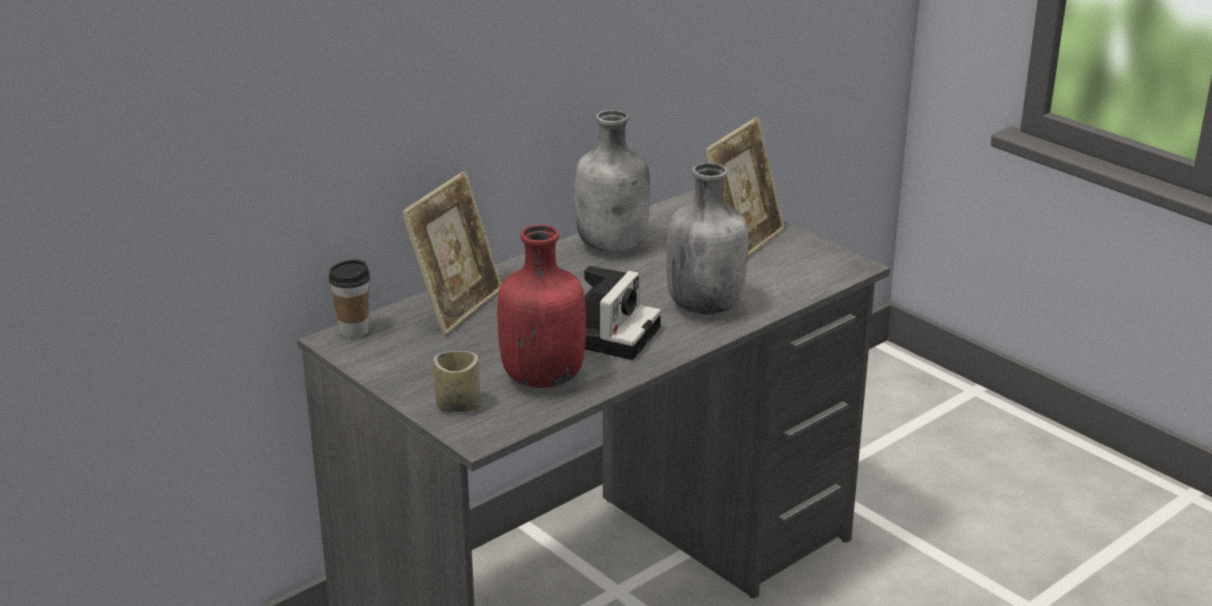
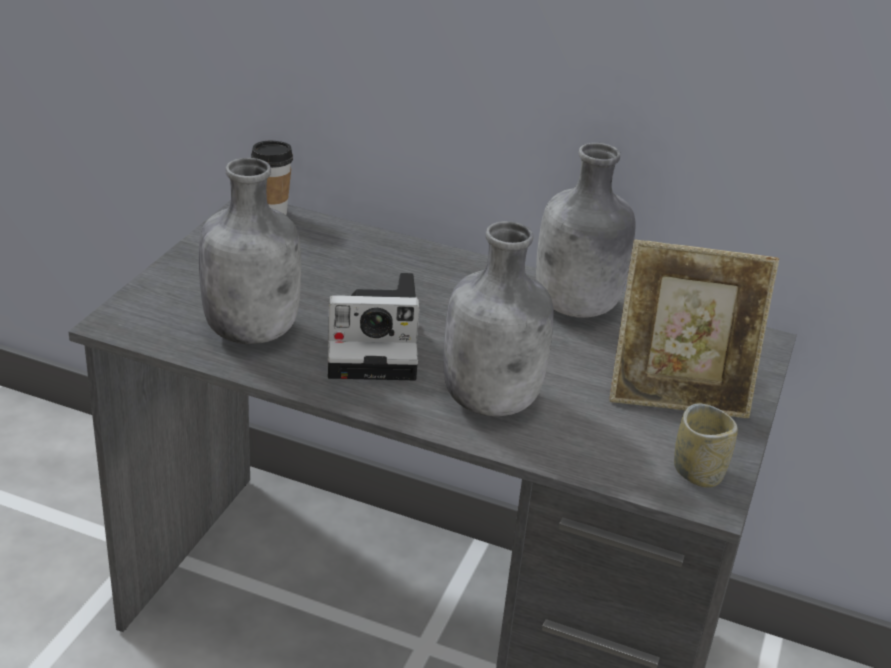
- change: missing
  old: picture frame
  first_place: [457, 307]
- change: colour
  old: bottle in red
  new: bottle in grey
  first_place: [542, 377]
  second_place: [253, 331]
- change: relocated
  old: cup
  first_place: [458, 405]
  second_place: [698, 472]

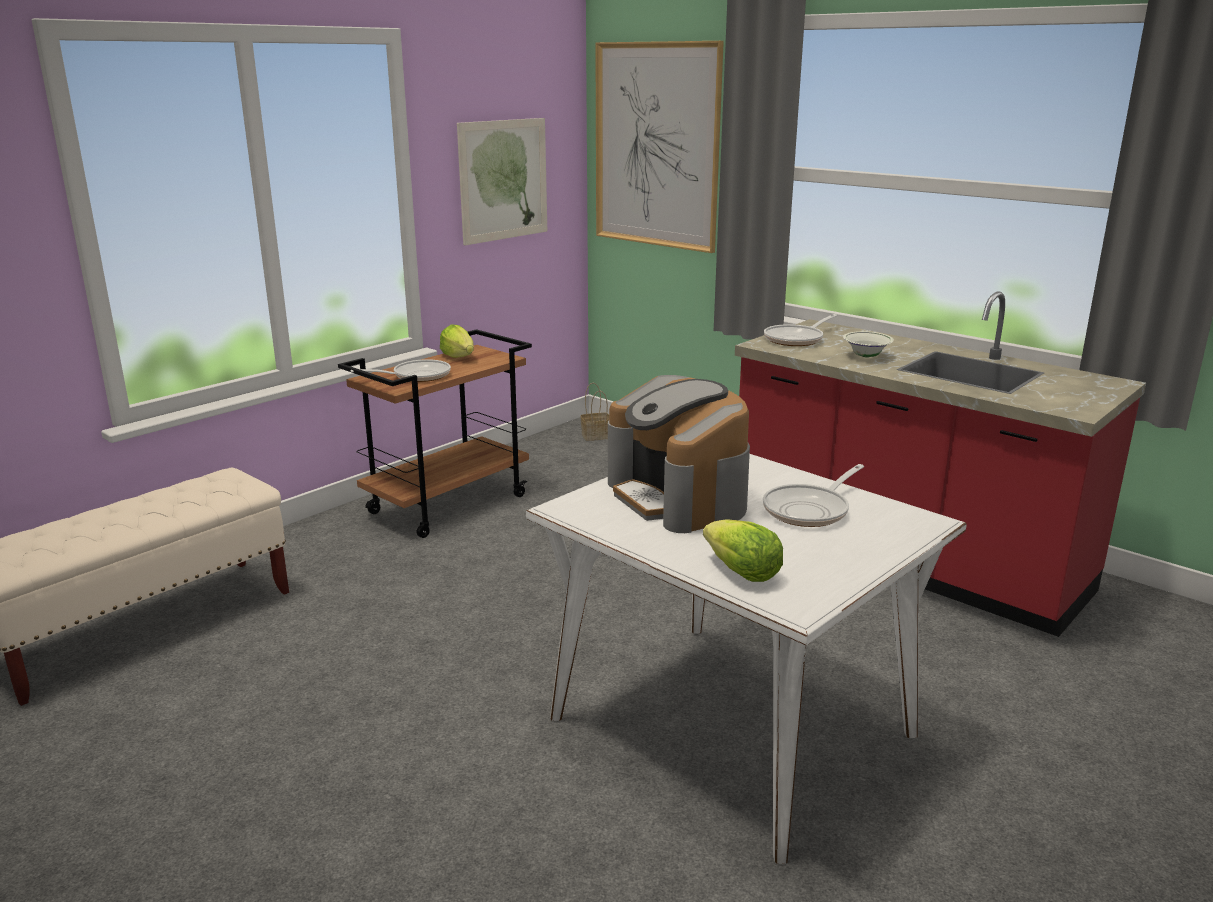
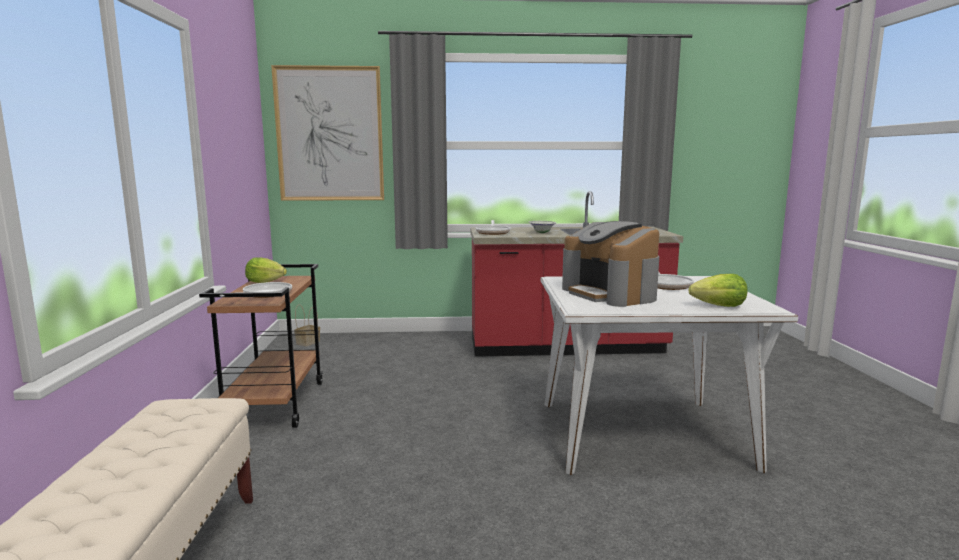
- change: missing
  old: picture
  first_place: [503, 180]
- change: spun
  old: coffee machine
  first_place: [679, 497]
  second_place: [610, 294]
  degrees: 45

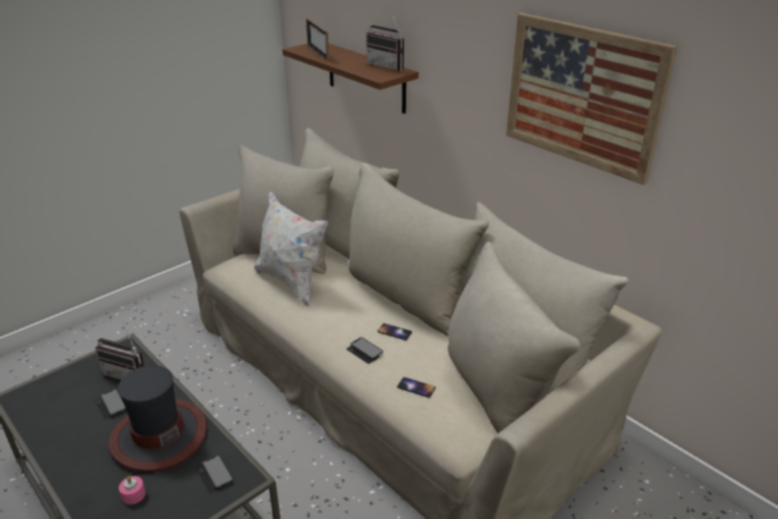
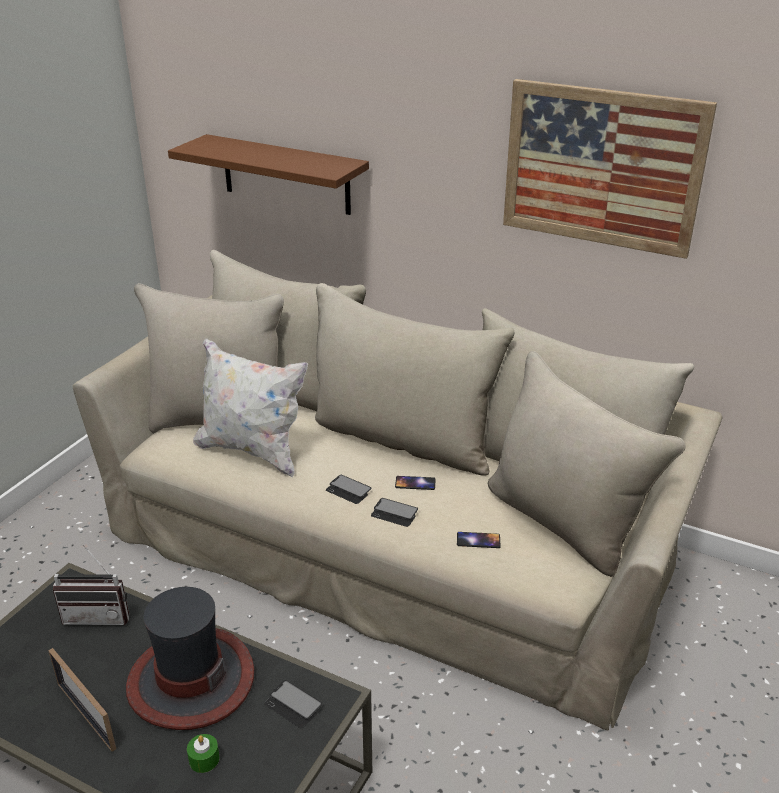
- change: missing
  old: radio
  first_place: [388, 66]
- change: relocated
  old: picture frame
  first_place: [318, 53]
  second_place: [86, 715]
- change: relocated
  old: phone
  first_place: [111, 405]
  second_place: [348, 490]
- change: colour
  old: candle in pink
  new: candle in green
  first_place: [133, 495]
  second_place: [204, 759]

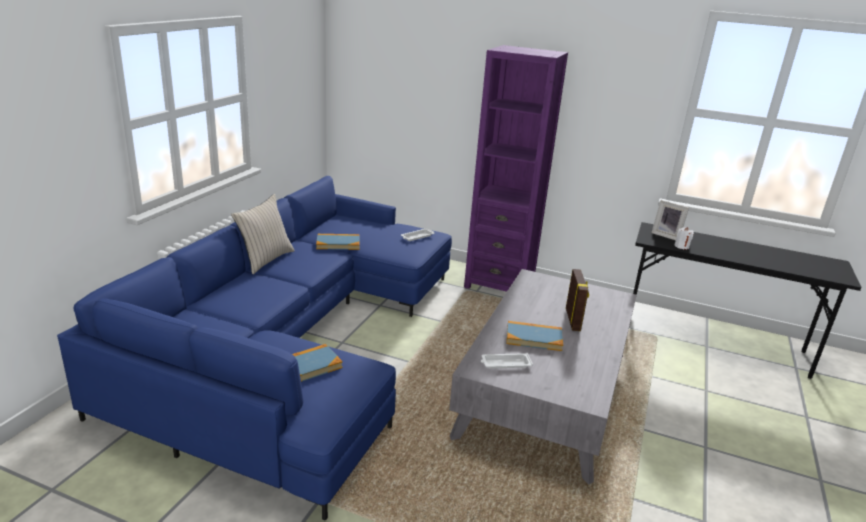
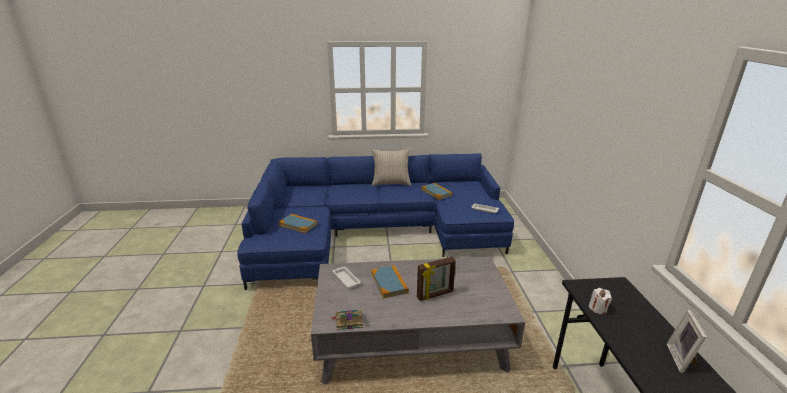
- change: missing
  old: bookcase in purple
  first_place: [499, 284]
- change: relocated
  old: picture frame
  first_place: [667, 235]
  second_place: [682, 359]
- change: appeared
  new: book
  second_place: [348, 321]

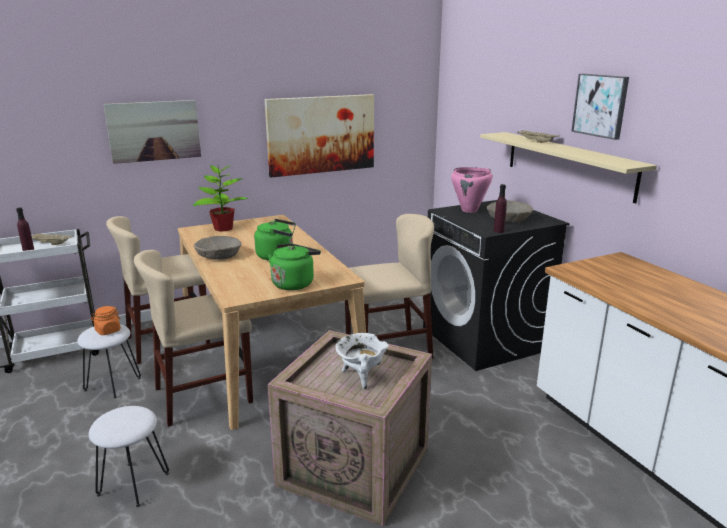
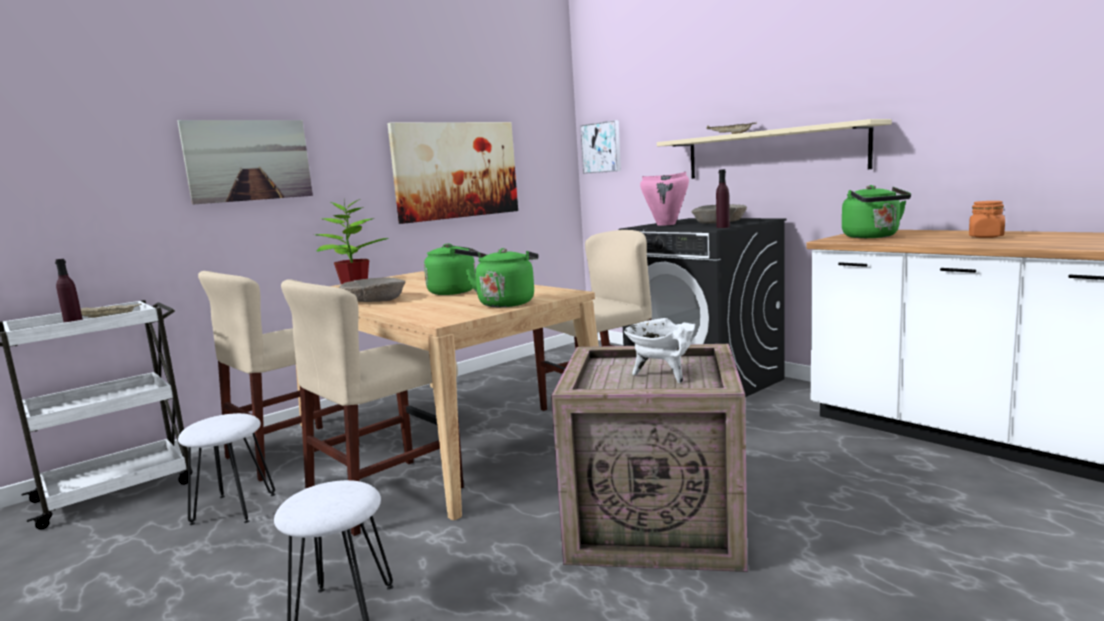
- change: relocated
  old: picture
  first_place: [600, 105]
  second_place: [602, 147]
- change: relocated
  old: jar in orange
  first_place: [108, 331]
  second_place: [986, 236]
- change: appeared
  new: kettle in green
  second_place: [873, 237]

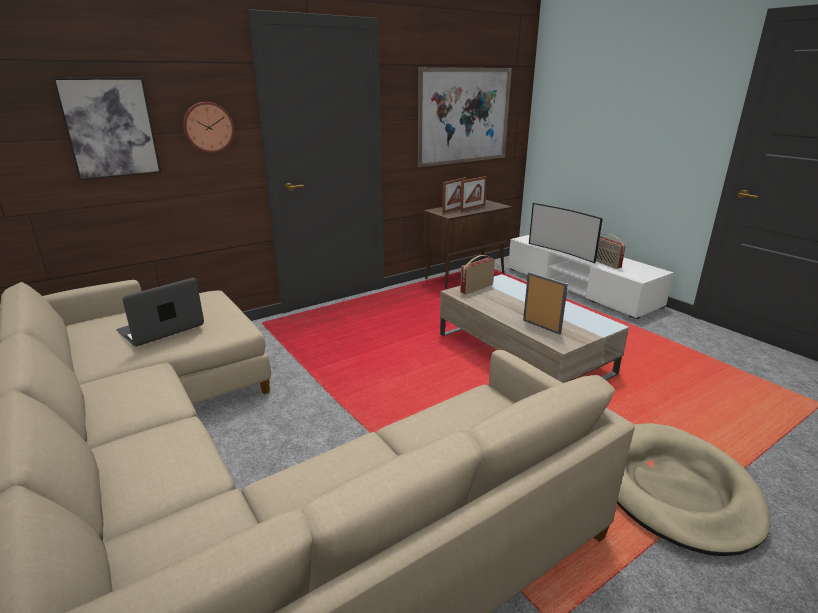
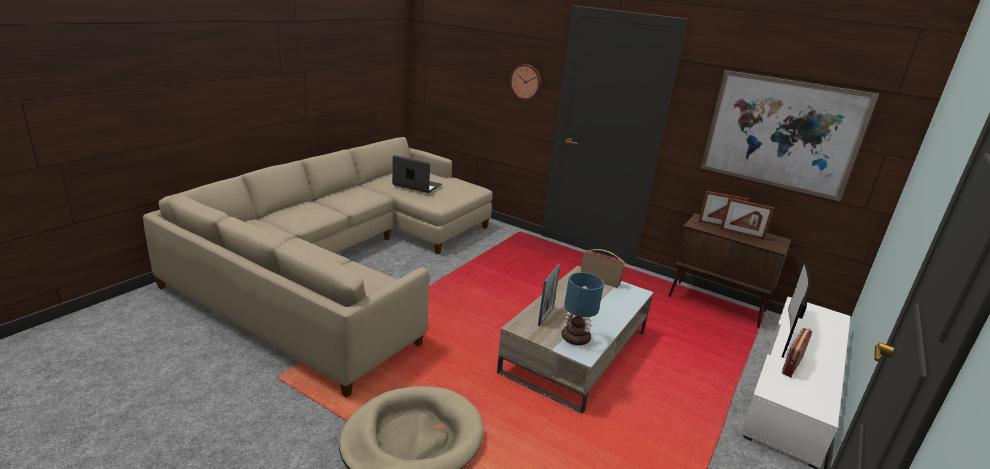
- change: missing
  old: picture
  first_place: [110, 128]
- change: appeared
  new: table lamp
  second_place: [576, 338]

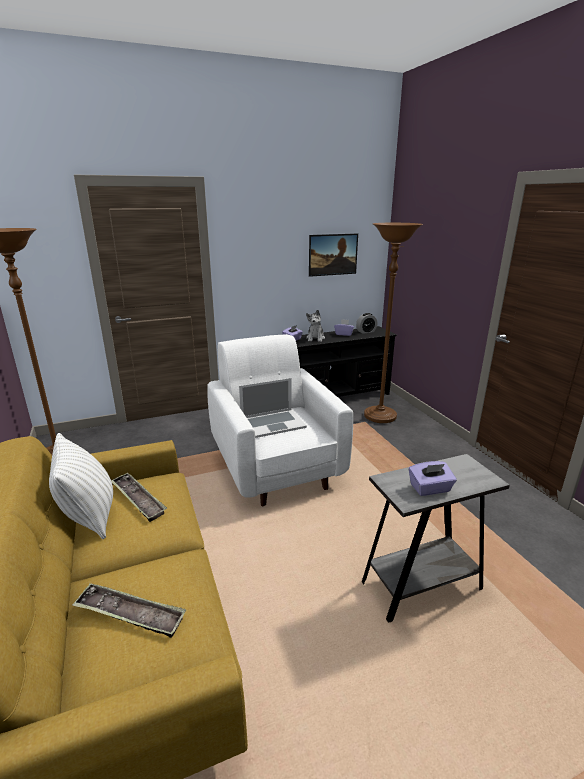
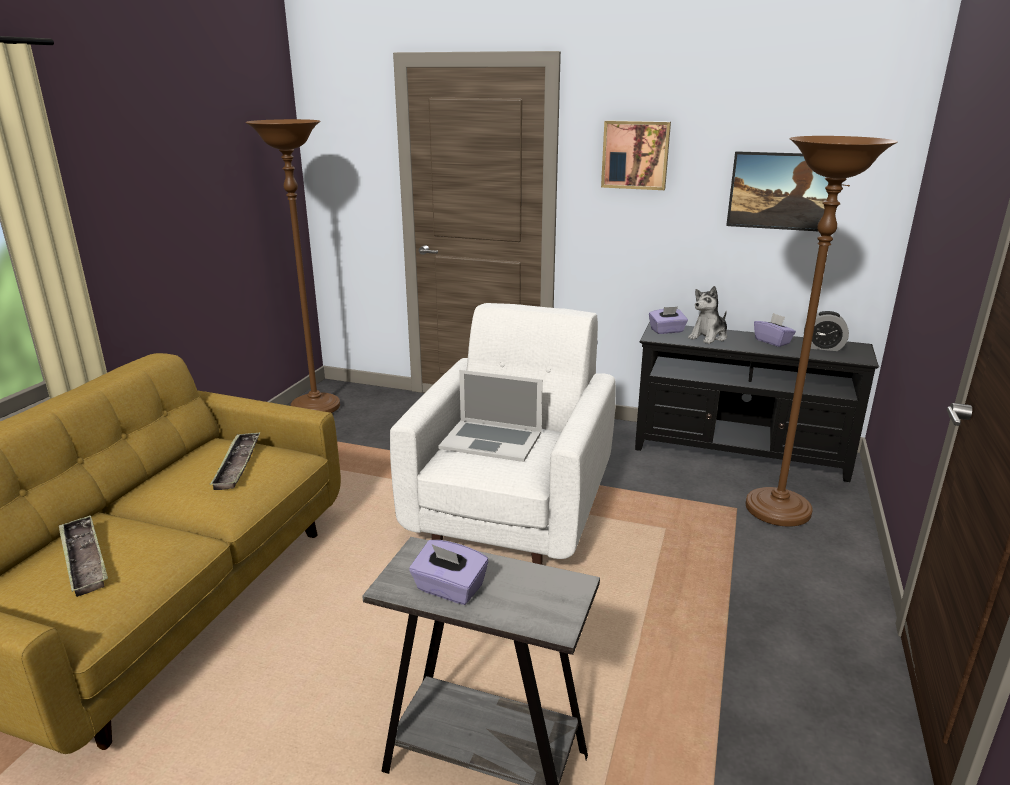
- change: missing
  old: pillow in white
  first_place: [89, 515]
- change: appeared
  new: picture
  second_place: [635, 155]

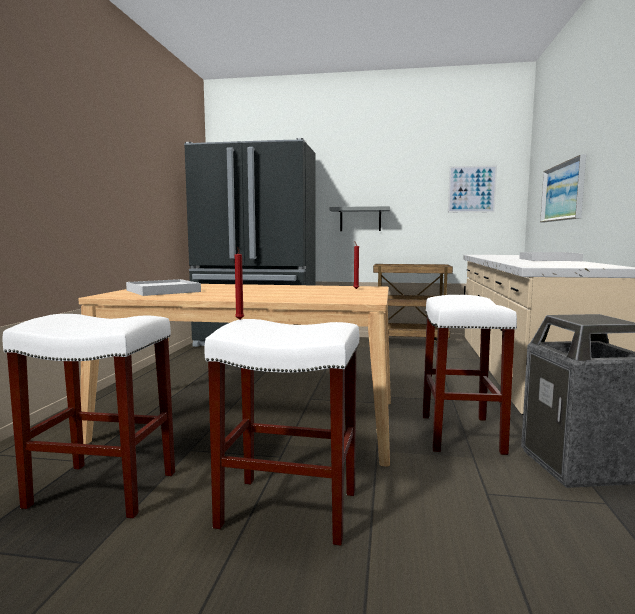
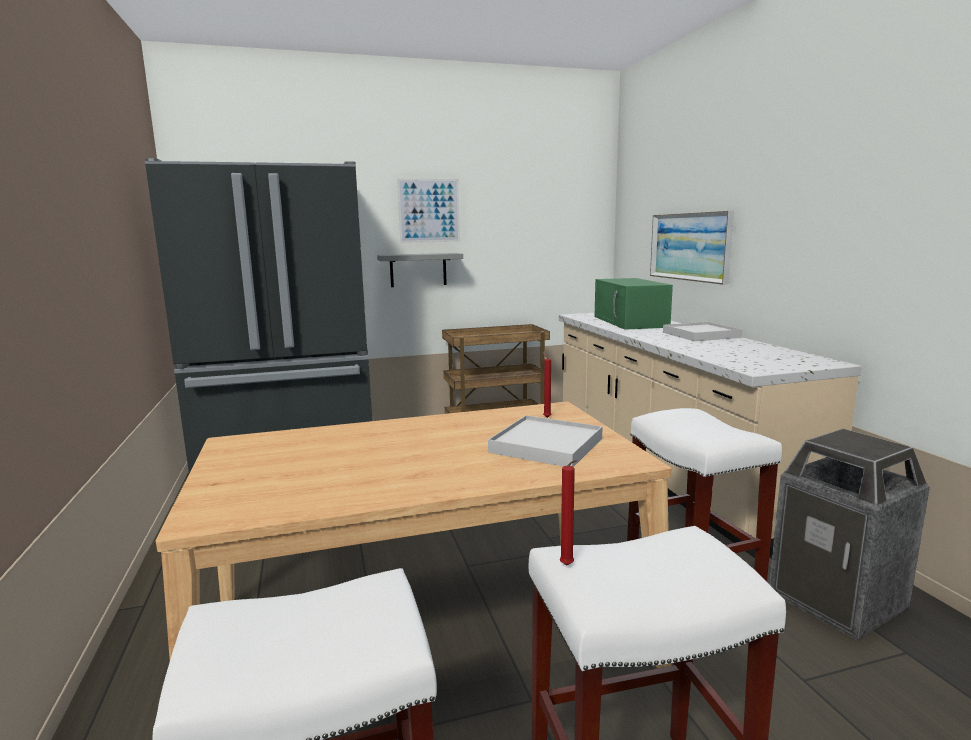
- change: relocated
  old: picture
  first_place: [472, 189]
  second_place: [429, 210]
- change: relocated
  old: tray in white
  first_place: [163, 291]
  second_place: [546, 445]
- change: appeared
  new: microwave in green
  second_place: [630, 322]

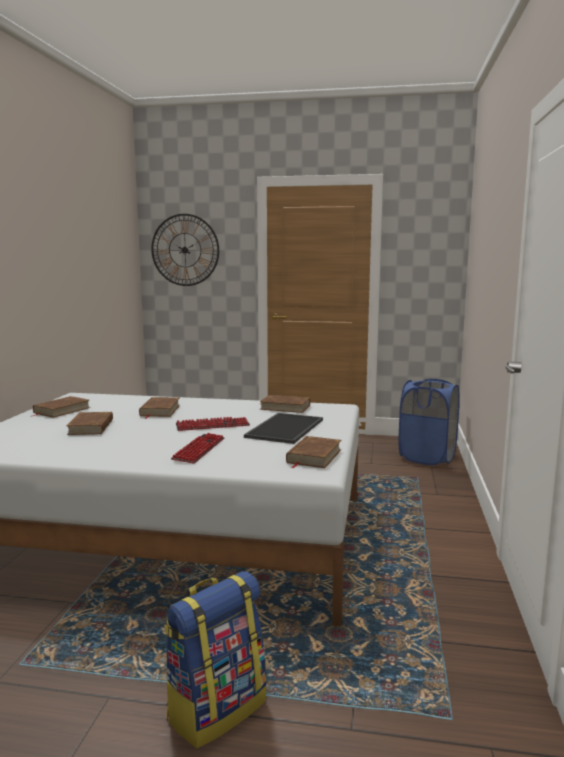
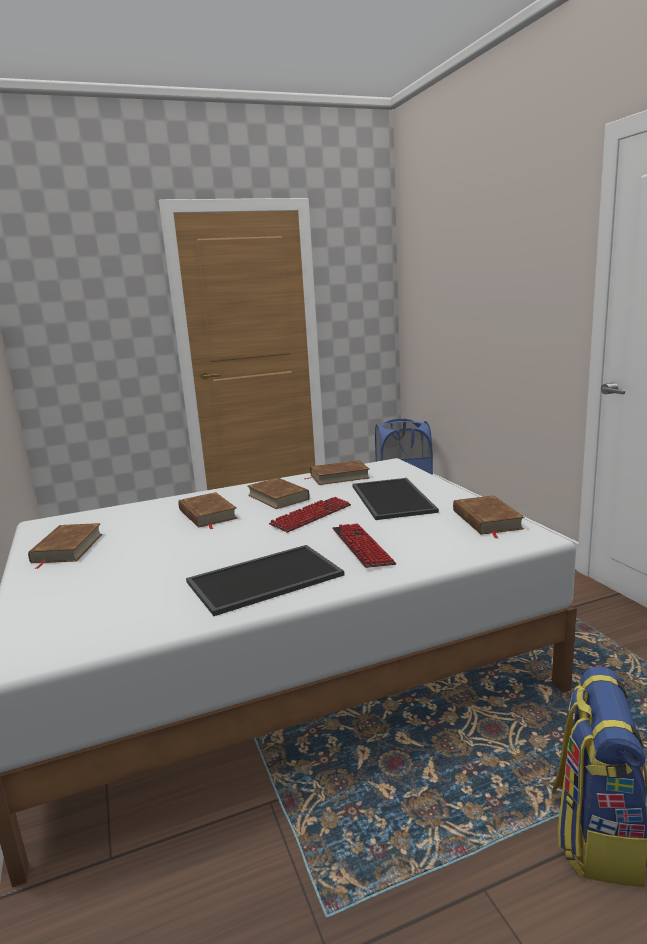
- change: missing
  old: wall clock
  first_place: [185, 250]
- change: relocated
  old: book in brown
  first_place: [91, 427]
  second_place: [278, 497]
- change: appeared
  new: tray
  second_place: [264, 580]

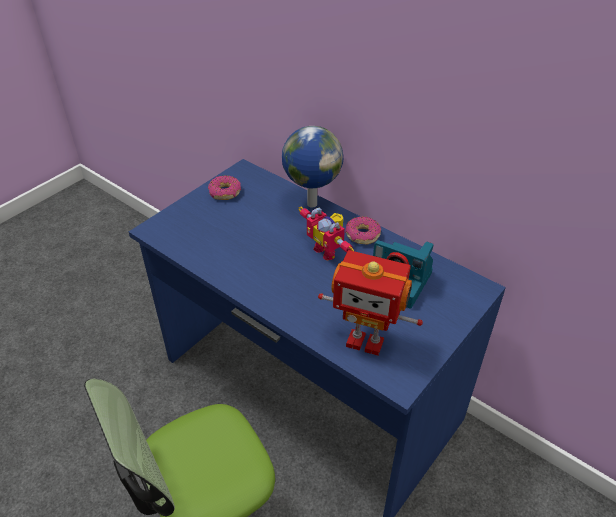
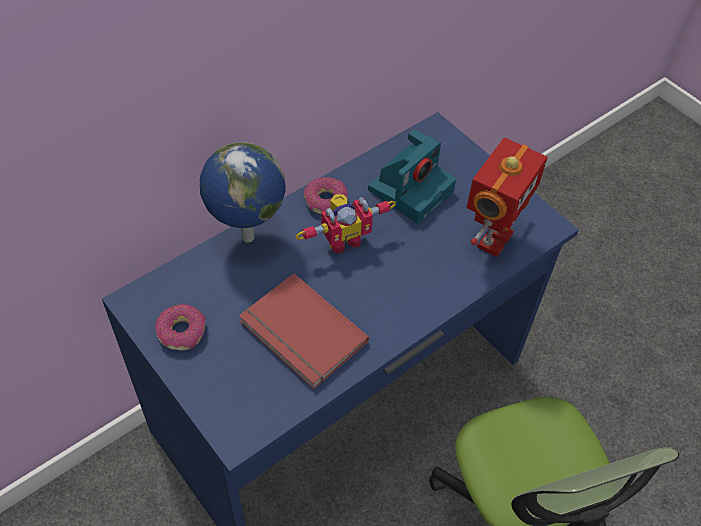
- change: appeared
  new: book in red
  second_place: [301, 334]

